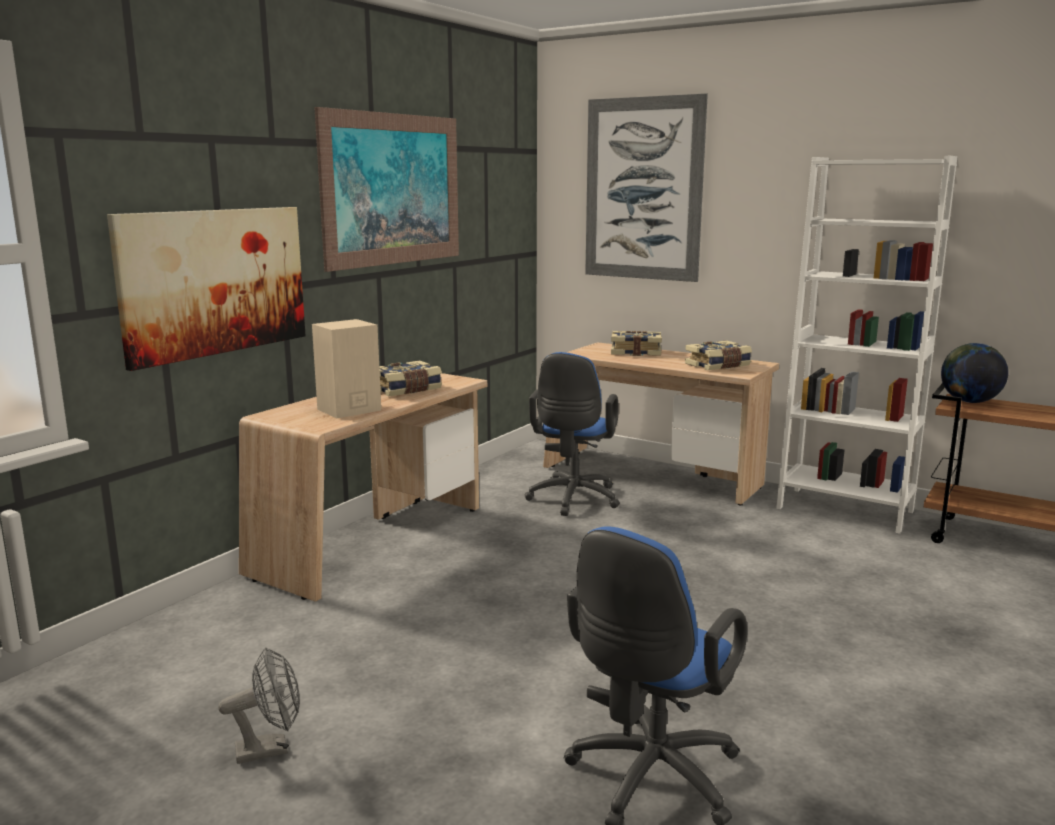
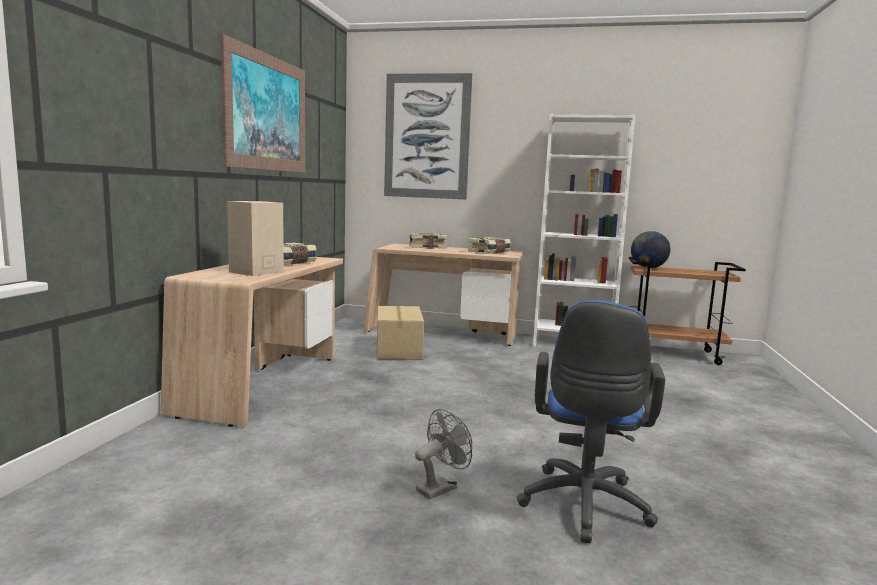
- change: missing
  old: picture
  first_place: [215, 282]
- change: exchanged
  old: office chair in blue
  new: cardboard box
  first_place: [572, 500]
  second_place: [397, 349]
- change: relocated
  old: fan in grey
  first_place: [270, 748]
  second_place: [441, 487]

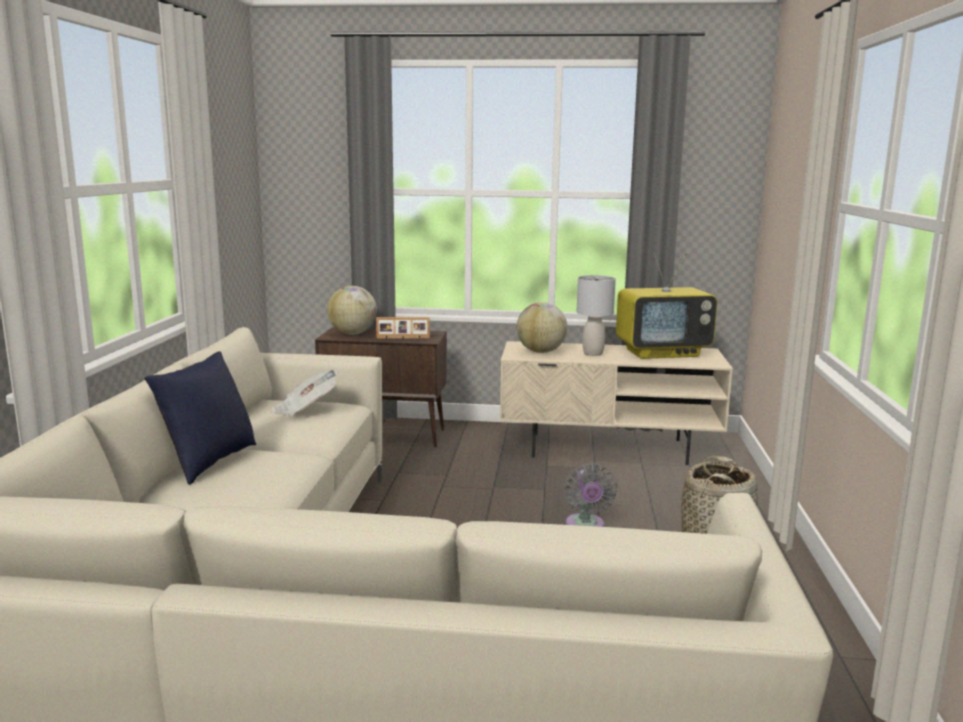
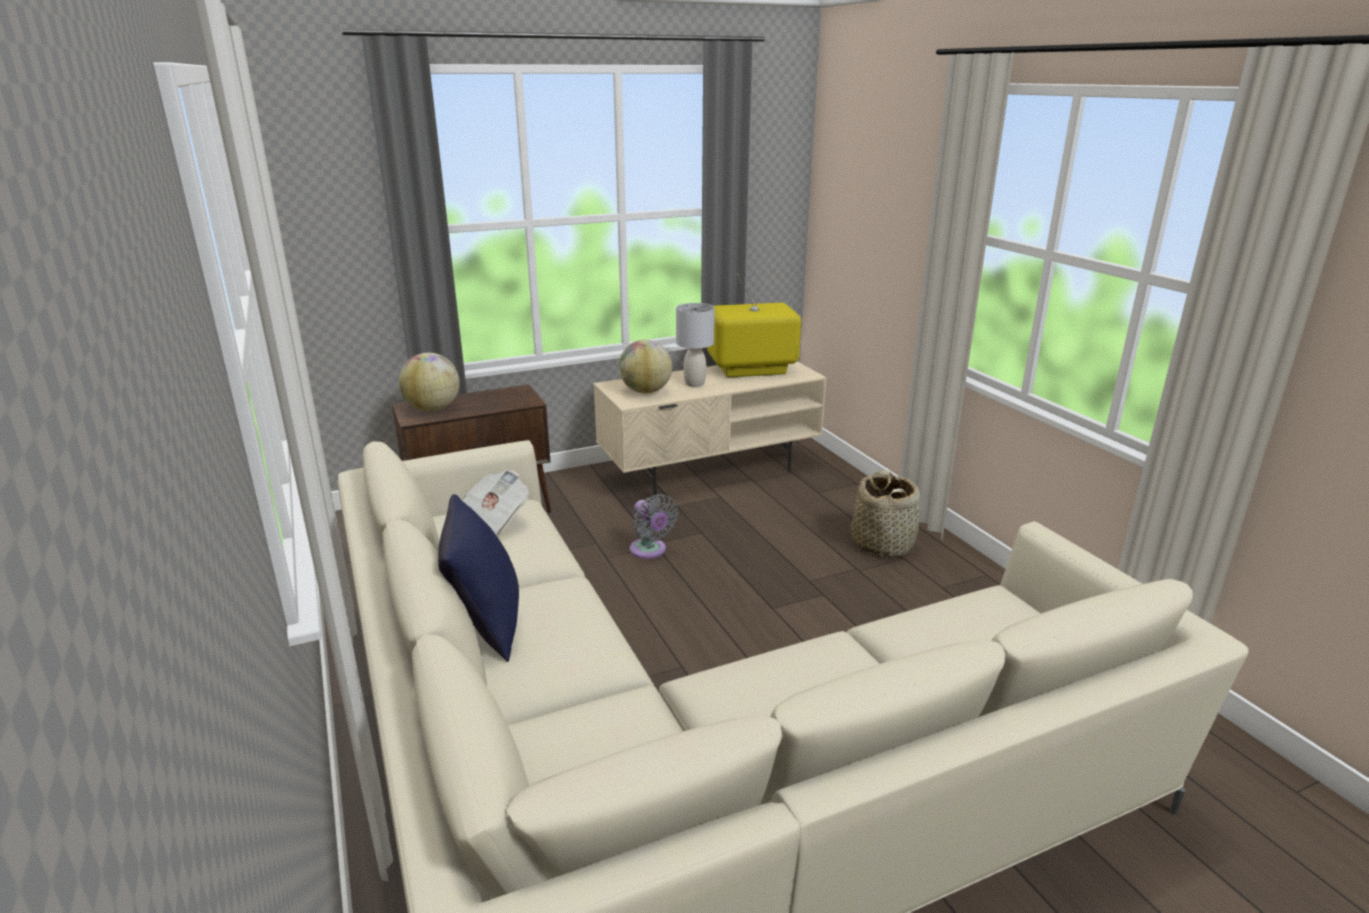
- change: spun
  old: television
  first_place: [662, 353]
  second_place: [751, 370]
  degrees: -150
- change: missing
  old: picture frame
  first_place: [403, 338]
- change: relocated
  old: fan in grey
  first_place: [585, 526]
  second_place: [650, 551]

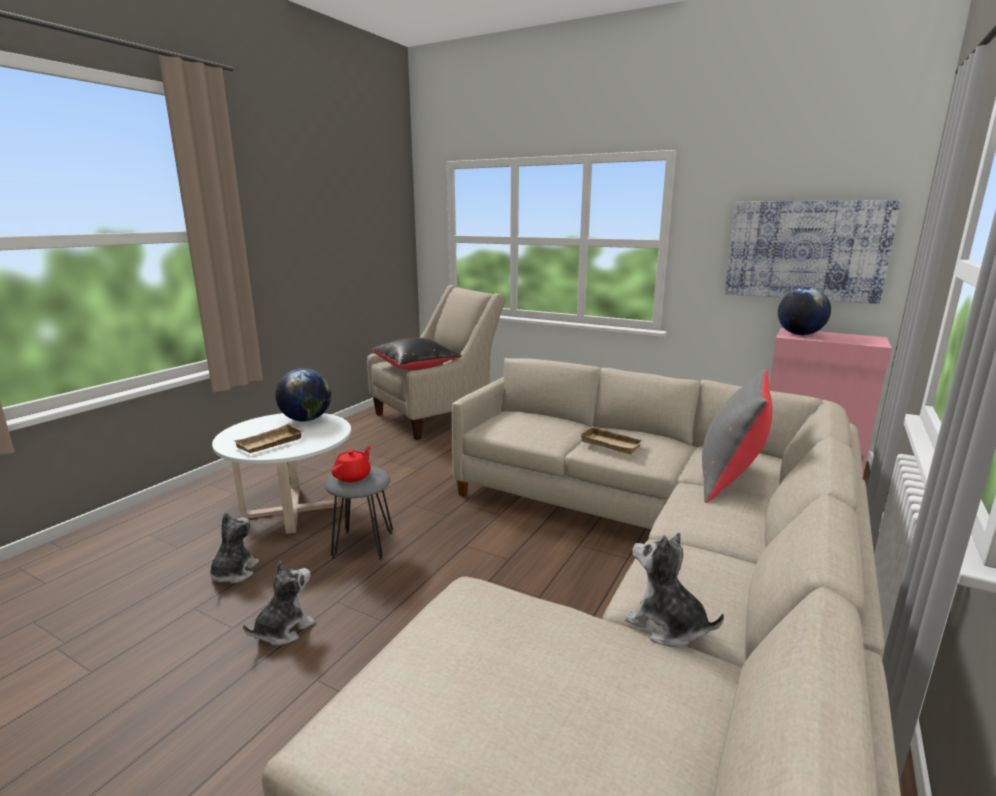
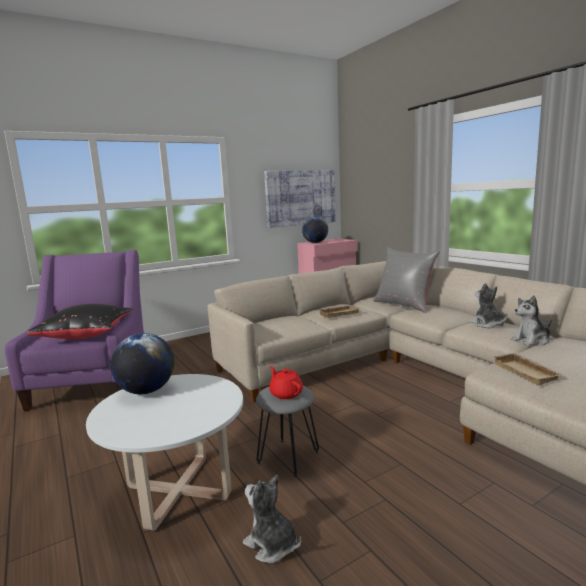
- change: colour
  old: armchair in beige
  new: armchair in purple
  first_place: [437, 417]
  second_place: [94, 383]
- change: relocated
  old: tray in beige
  first_place: [270, 444]
  second_place: [527, 372]
- change: relocated
  old: plush toy
  first_place: [283, 629]
  second_place: [487, 324]

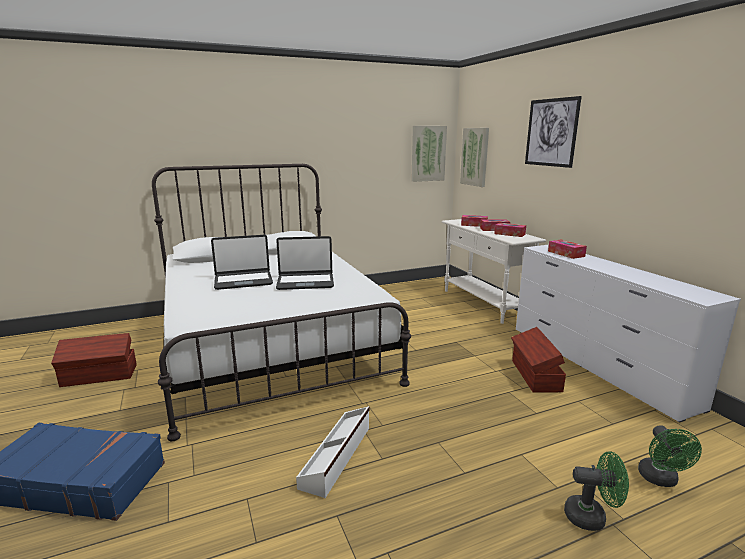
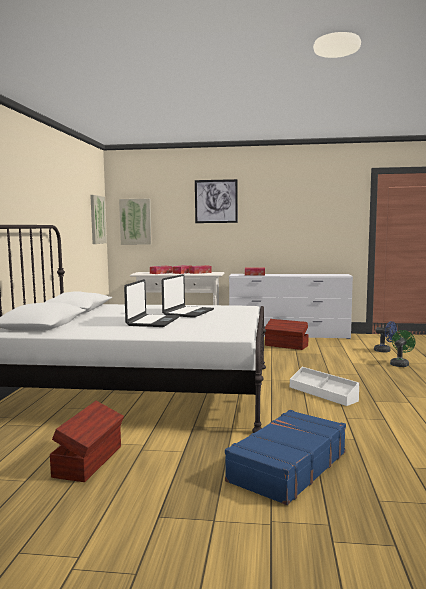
- change: colour
  old: fan in green
  new: fan in blue
  first_place: [660, 480]
  second_place: [385, 351]

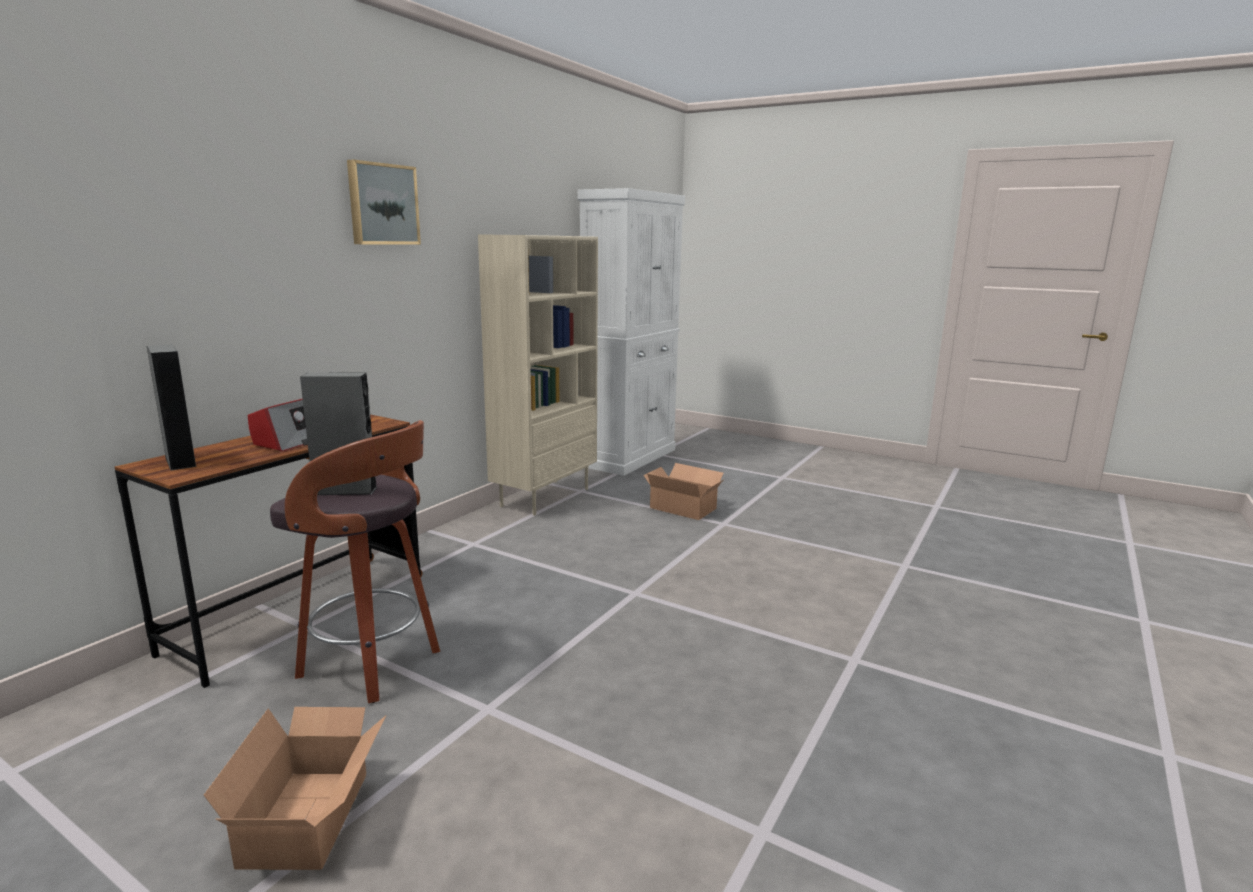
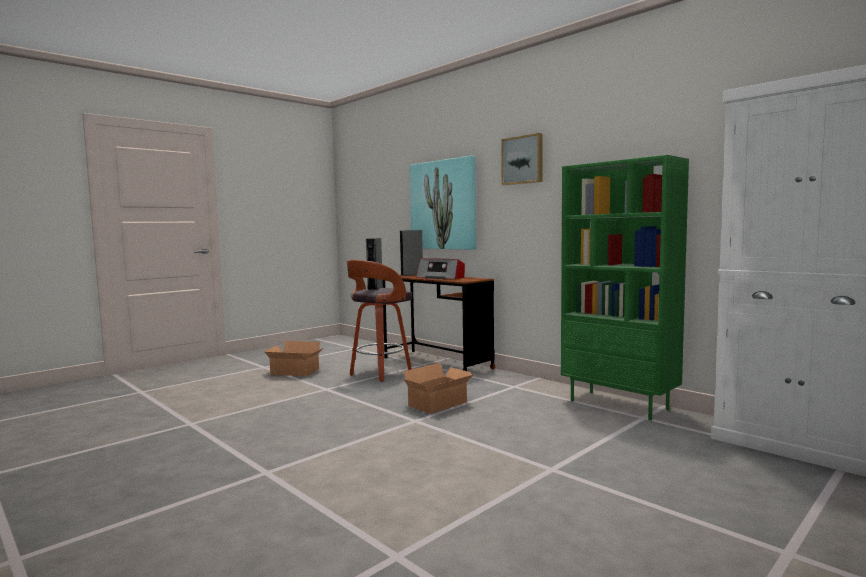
- change: colour
  old: bookcase in beige
  new: bookcase in green
  first_place: [544, 496]
  second_place: [619, 405]
- change: relocated
  old: cardboard box
  first_place: [683, 507]
  second_place: [440, 404]
- change: appeared
  new: picture
  second_place: [443, 205]

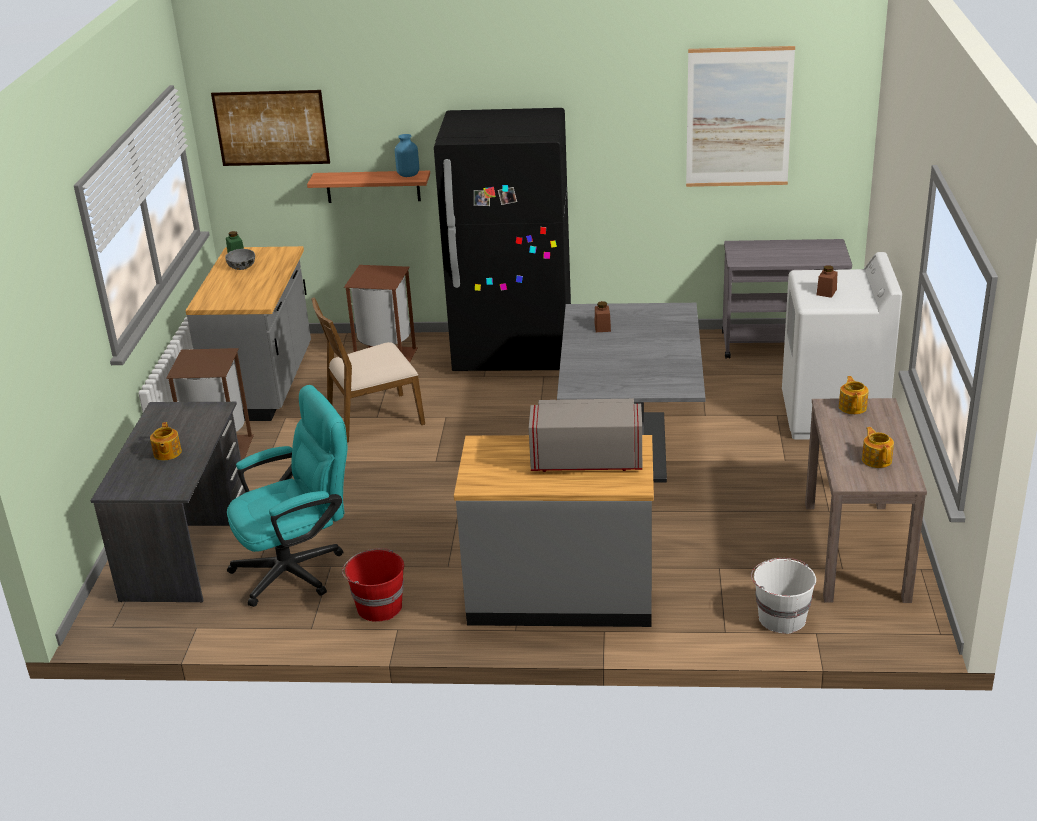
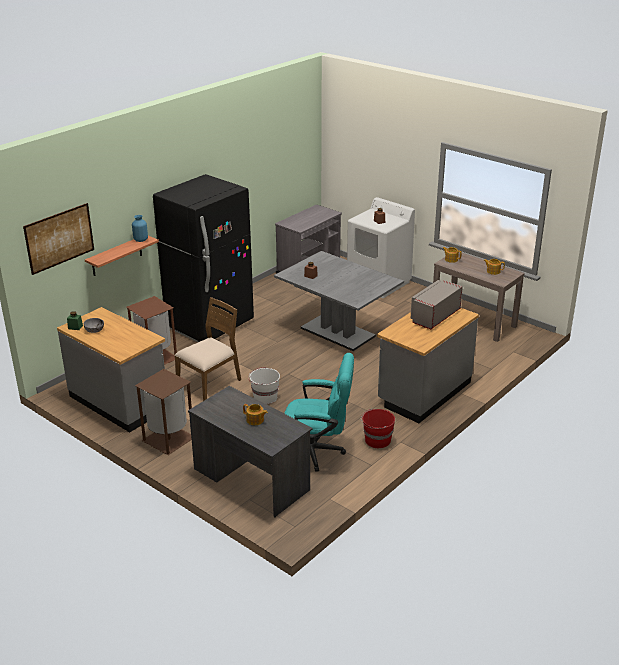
- change: missing
  old: picture
  first_place: [738, 117]
- change: spun
  old: chair in brown
  first_place: [374, 419]
  second_place: [210, 383]
  degrees: -150
- change: spun
  old: office chair in turquoise
  first_place: [299, 569]
  second_place: [317, 452]
  degrees: 90
- change: relocated
  old: bucket in white
  first_place: [781, 617]
  second_place: [264, 397]

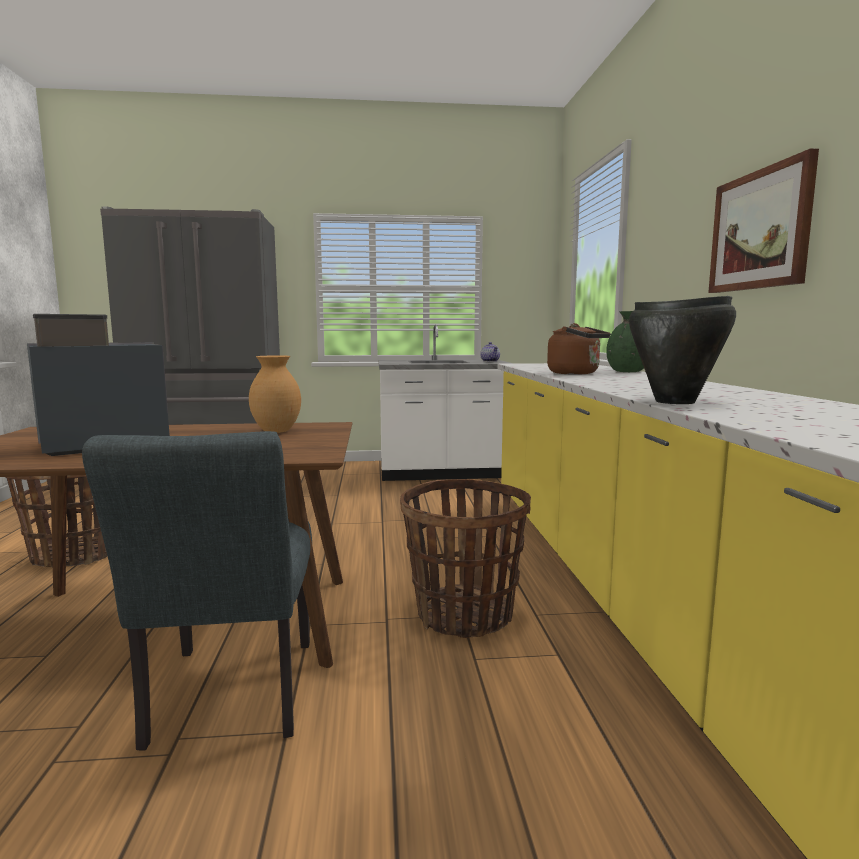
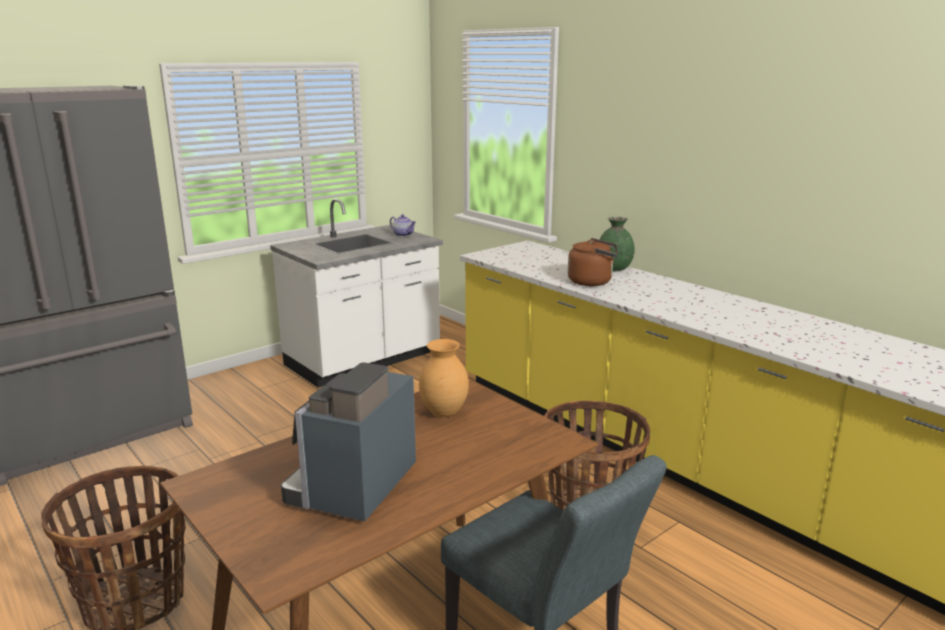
- change: missing
  old: picture
  first_place: [760, 230]
- change: missing
  old: cooking pot in black
  first_place: [675, 402]

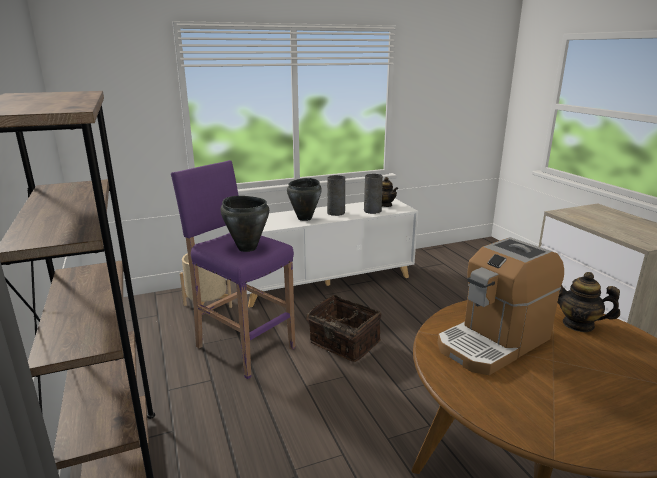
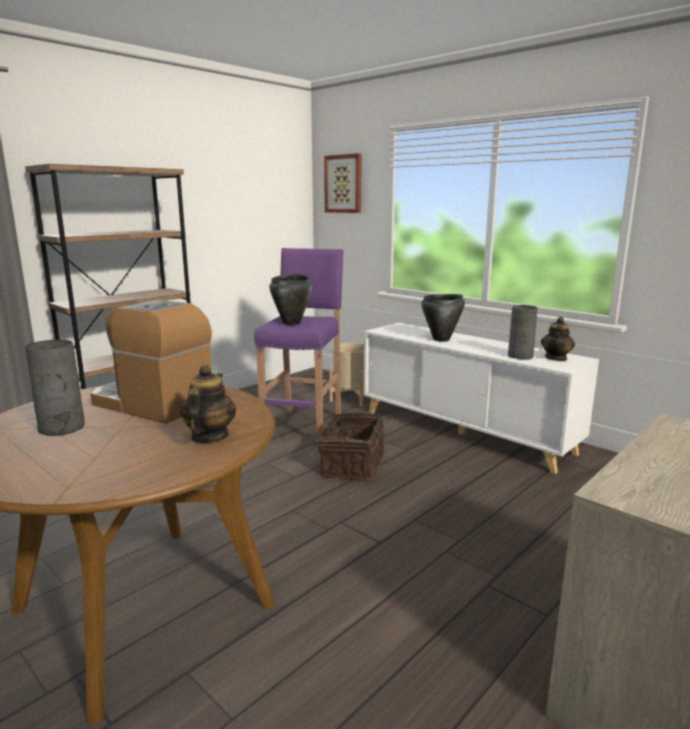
- change: relocated
  old: vase in grey
  first_place: [336, 213]
  second_place: [61, 428]
- change: appeared
  new: picture
  second_place: [344, 184]

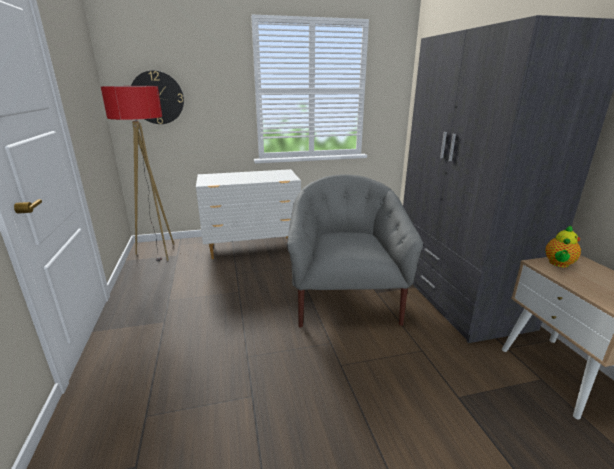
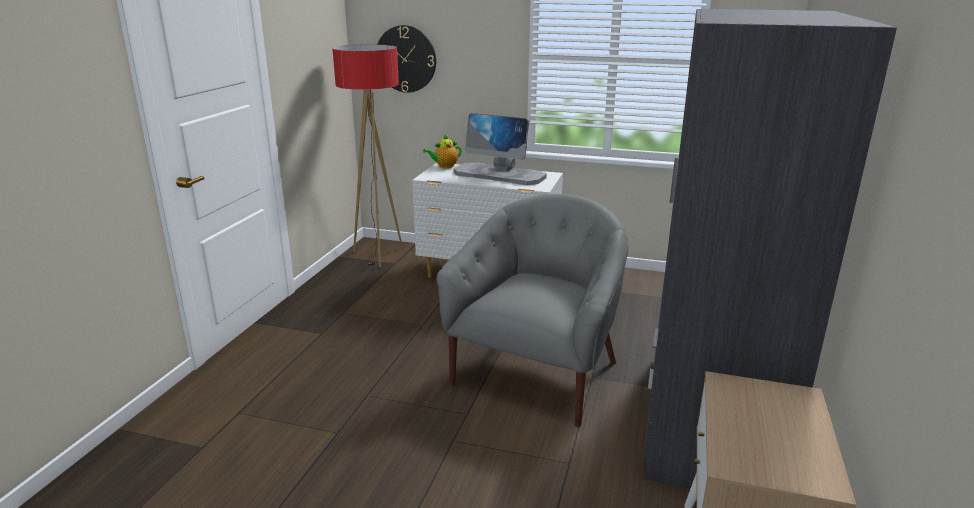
- change: relocated
  old: teapot
  first_place: [558, 264]
  second_place: [444, 166]
- change: appeared
  new: monitor
  second_place: [500, 175]

